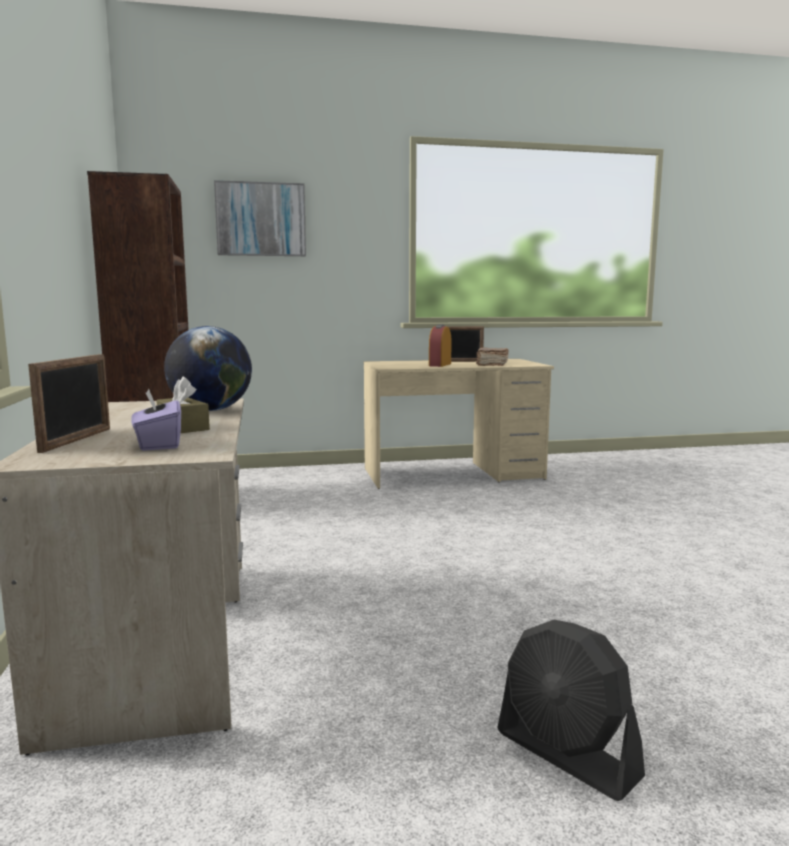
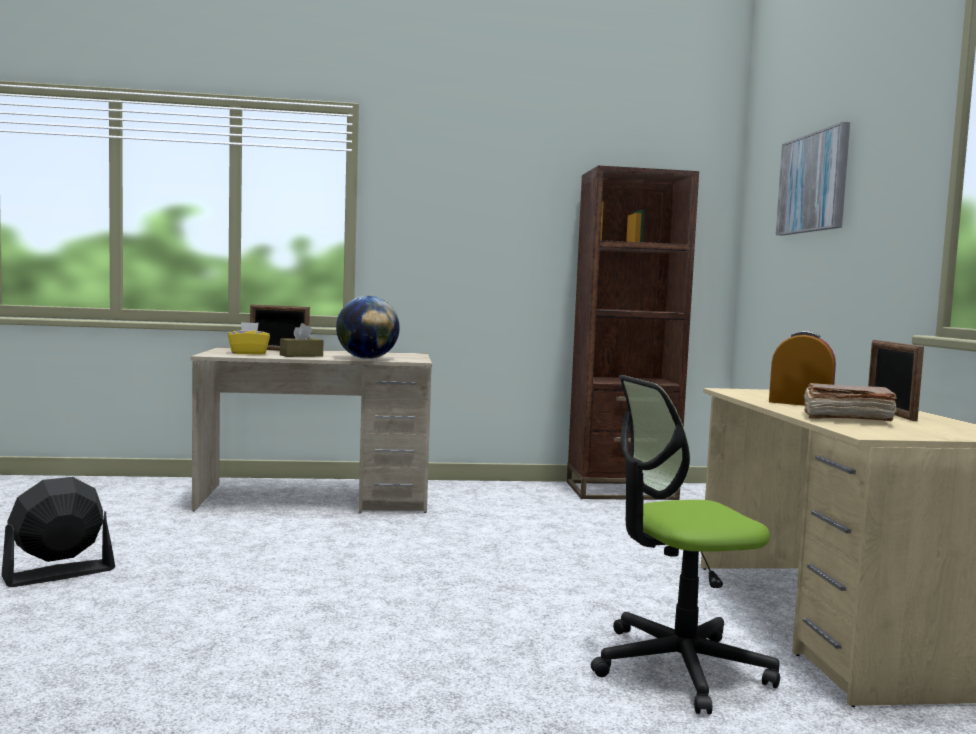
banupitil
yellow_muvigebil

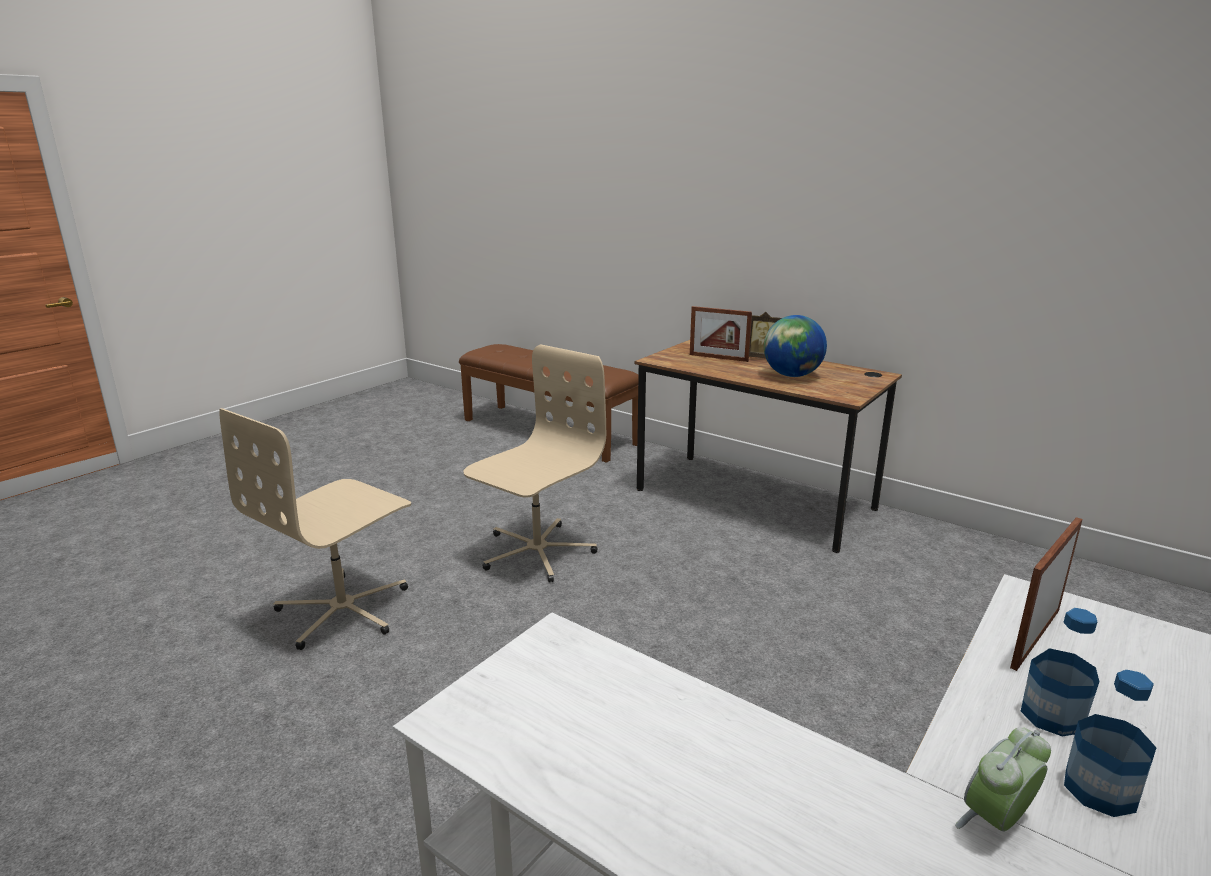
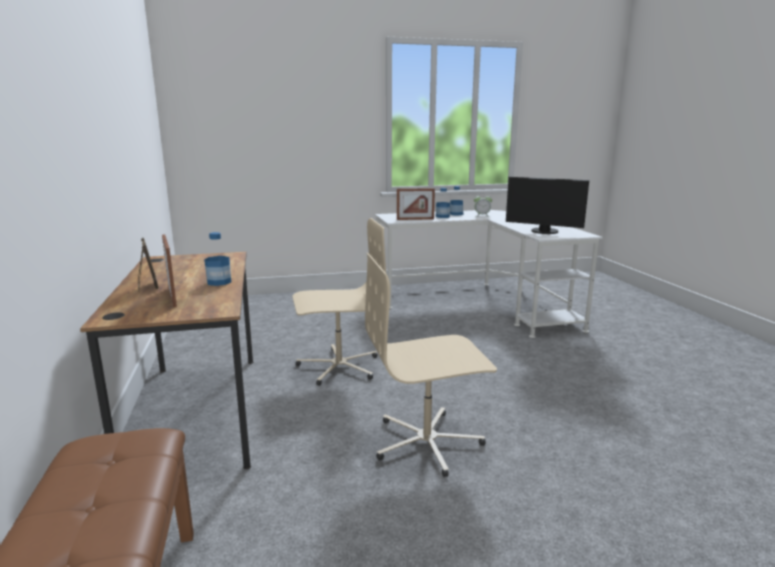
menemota
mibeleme (no. 1 from left)
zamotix
beige_banupitil (no. 1 from left)

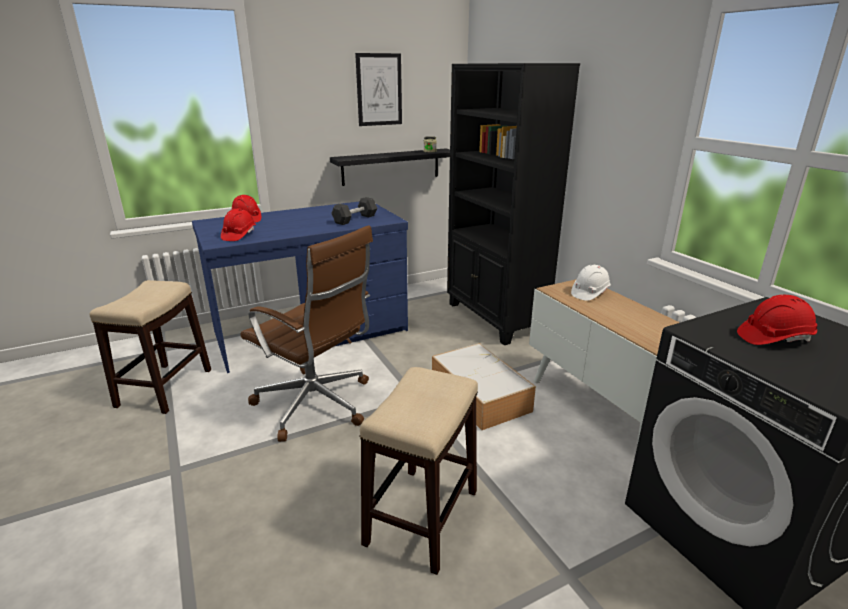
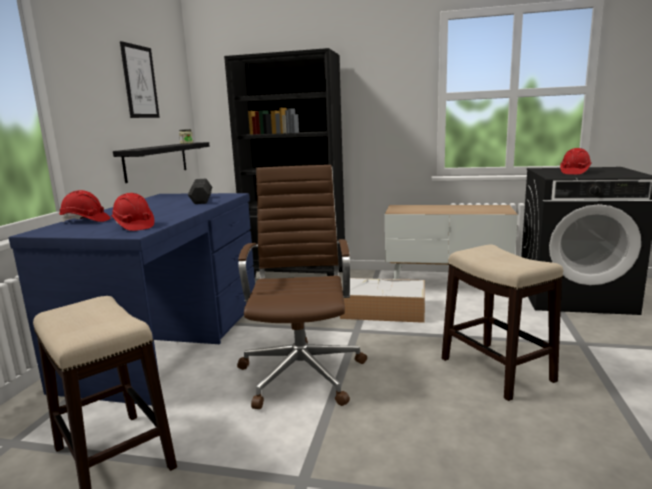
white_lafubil
brown_banupitil

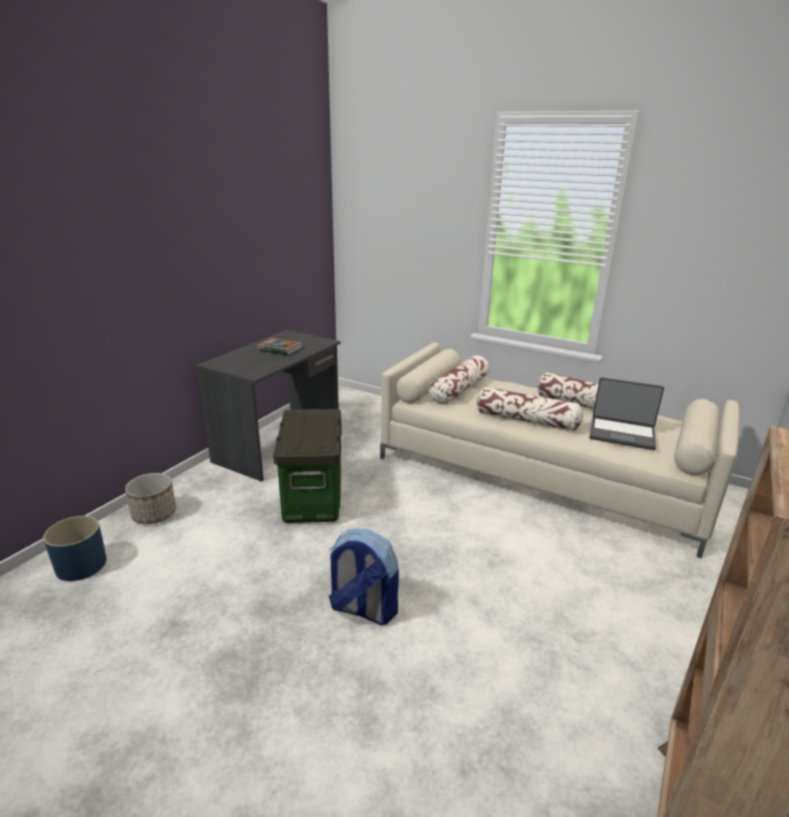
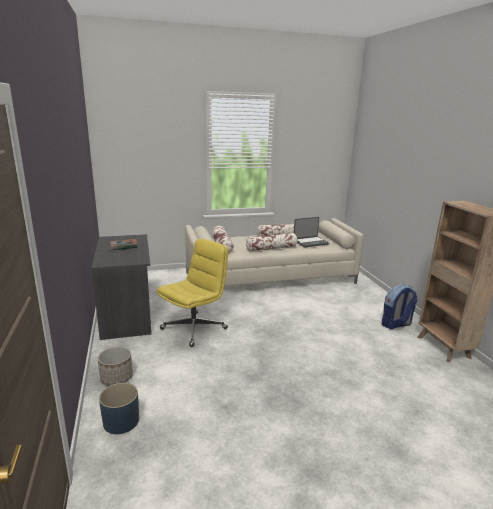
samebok
yellow_banupitil

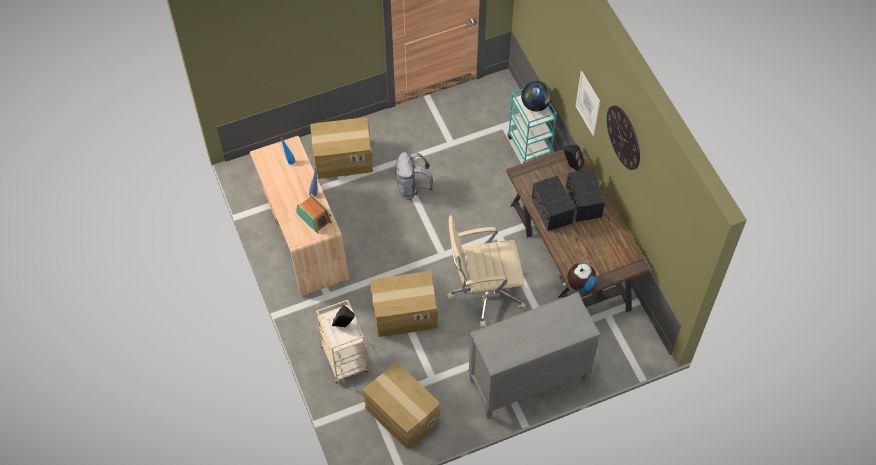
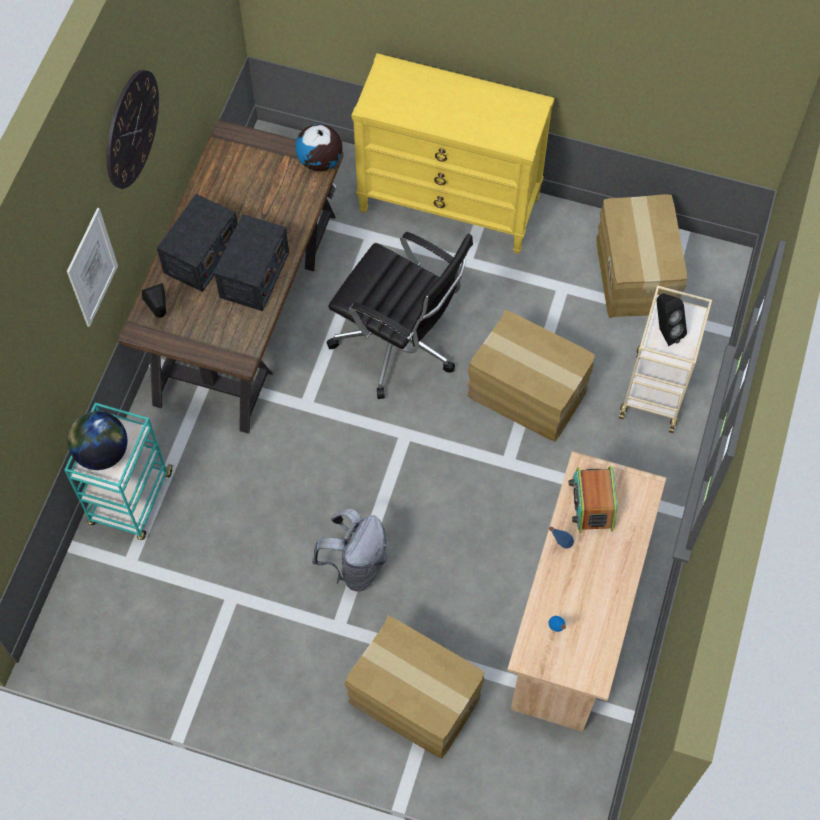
black_banupitil
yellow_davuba

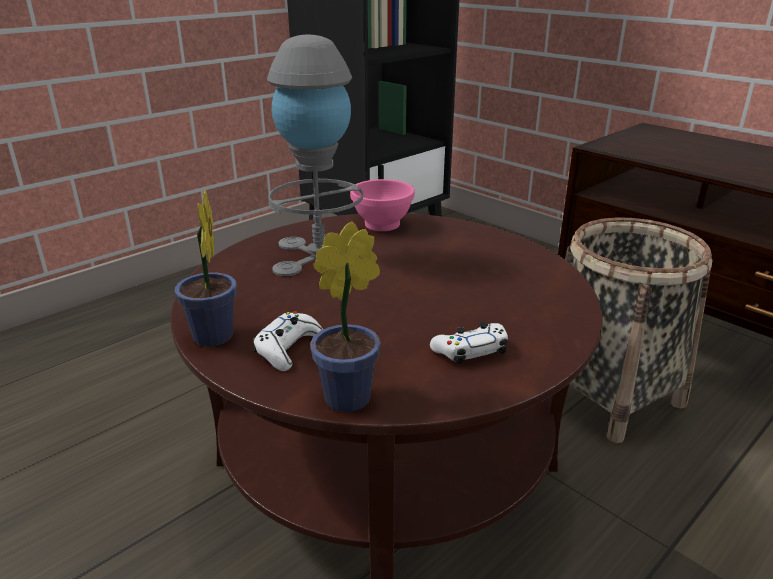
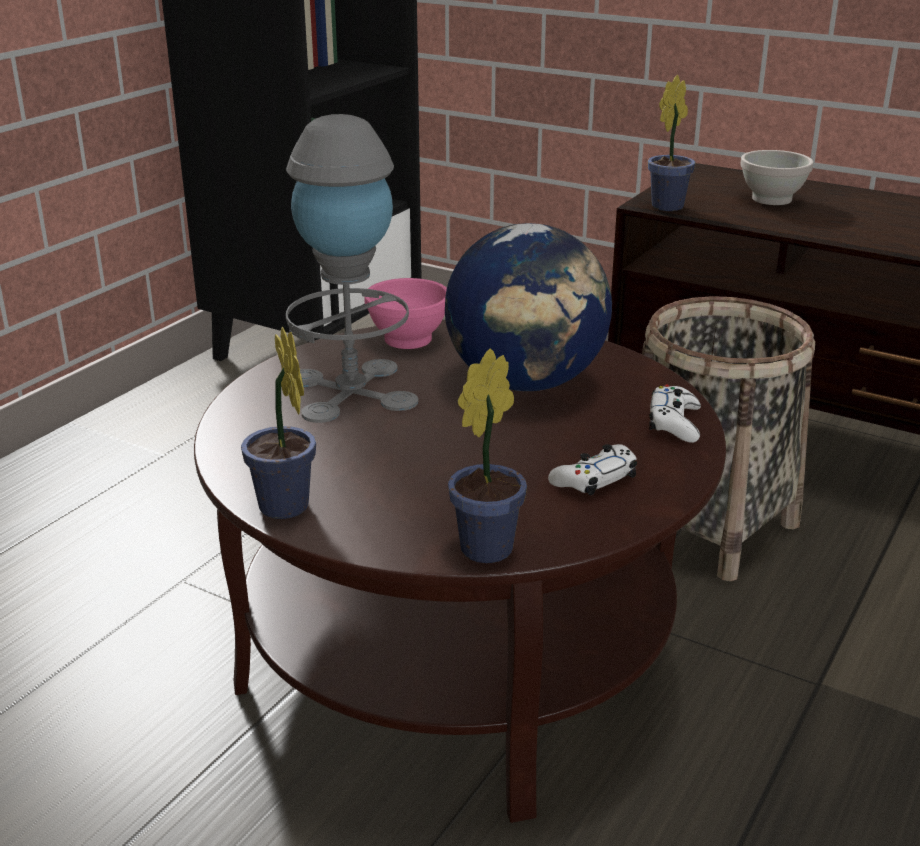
menemota
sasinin (no. 3 from left)
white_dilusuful
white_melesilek (no. 2 from left)

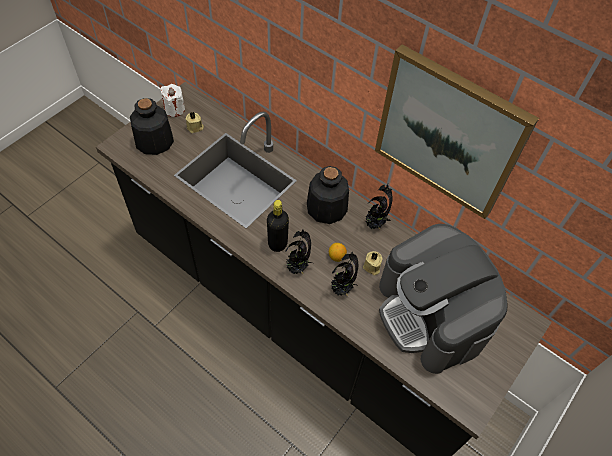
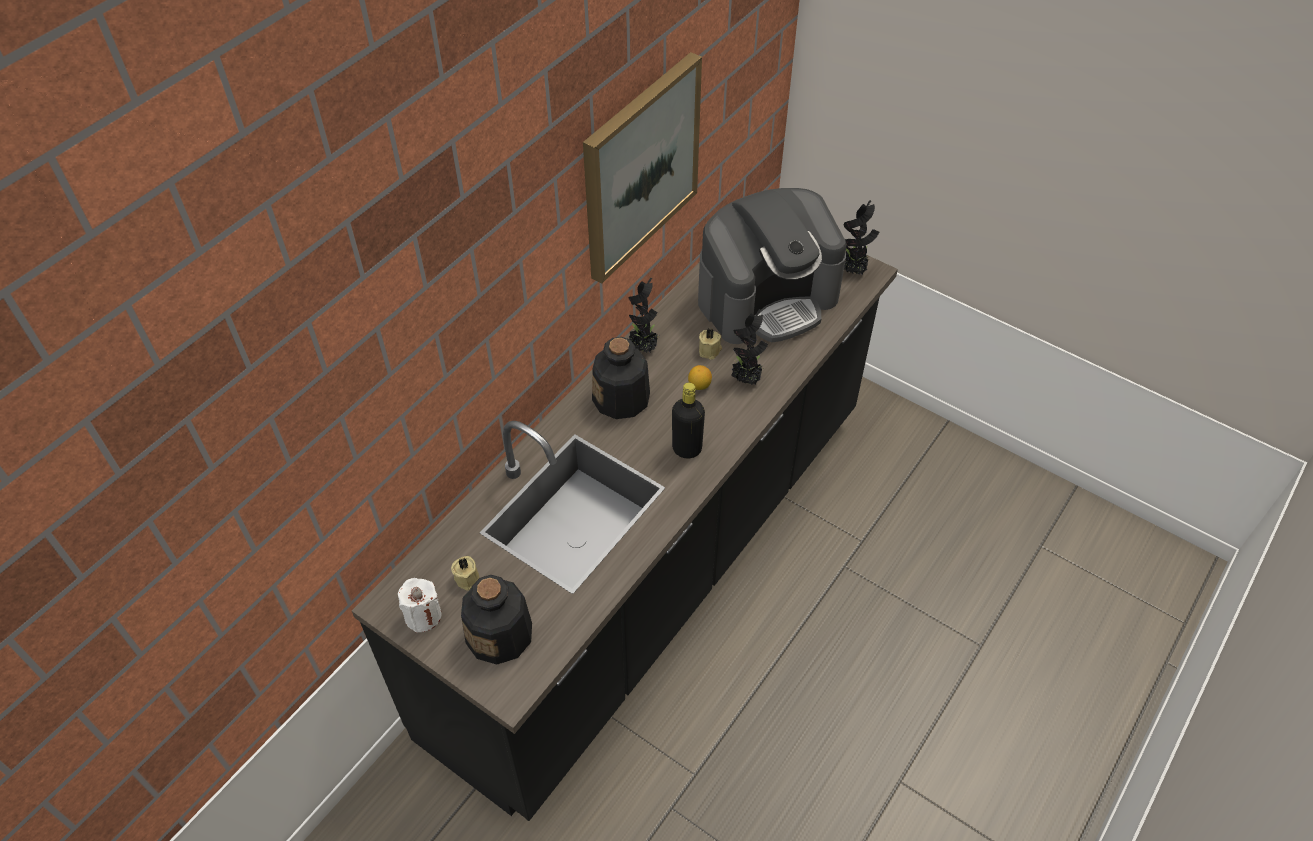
sasinin (no. 3 from left)

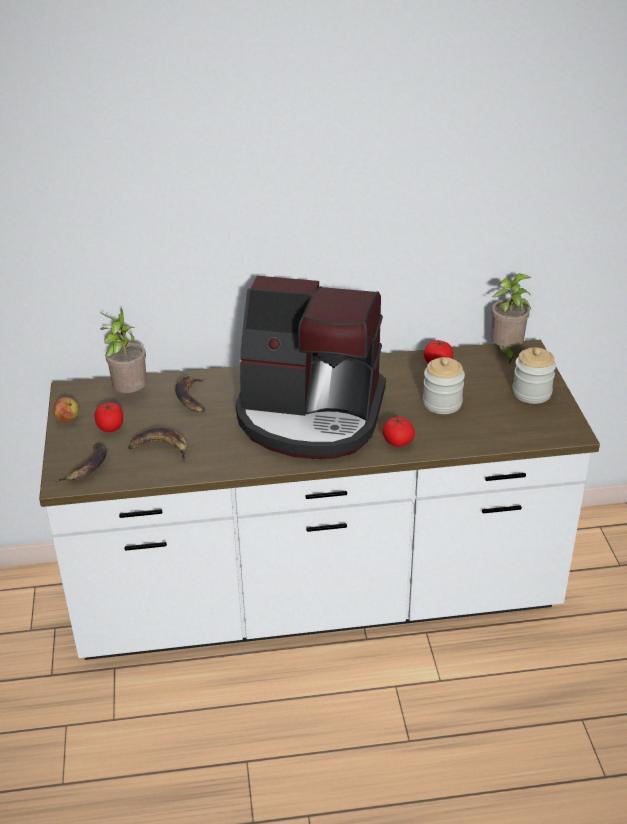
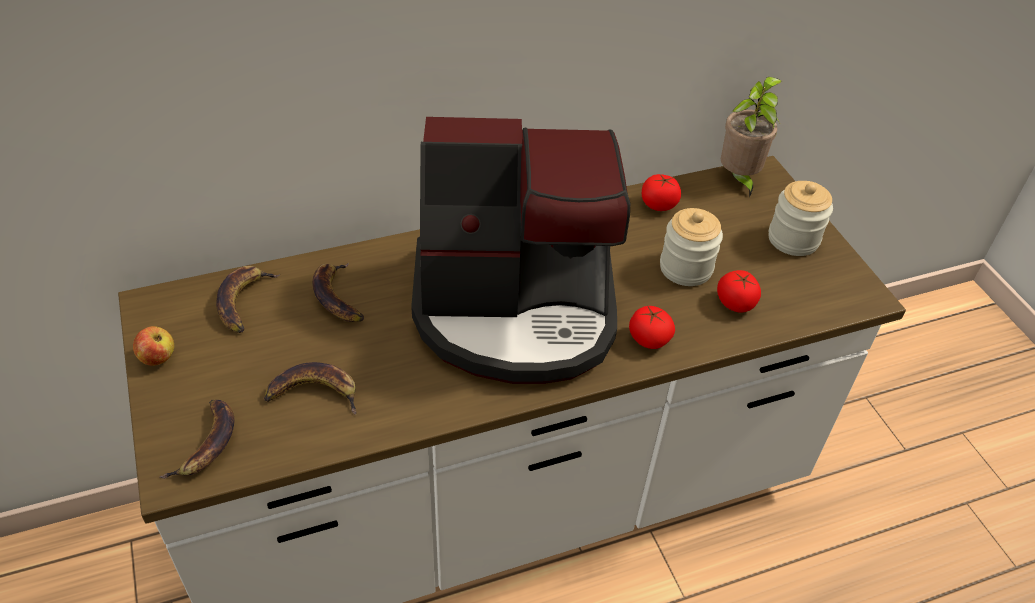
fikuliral (no. 3 from left)
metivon (no. 2 from left)

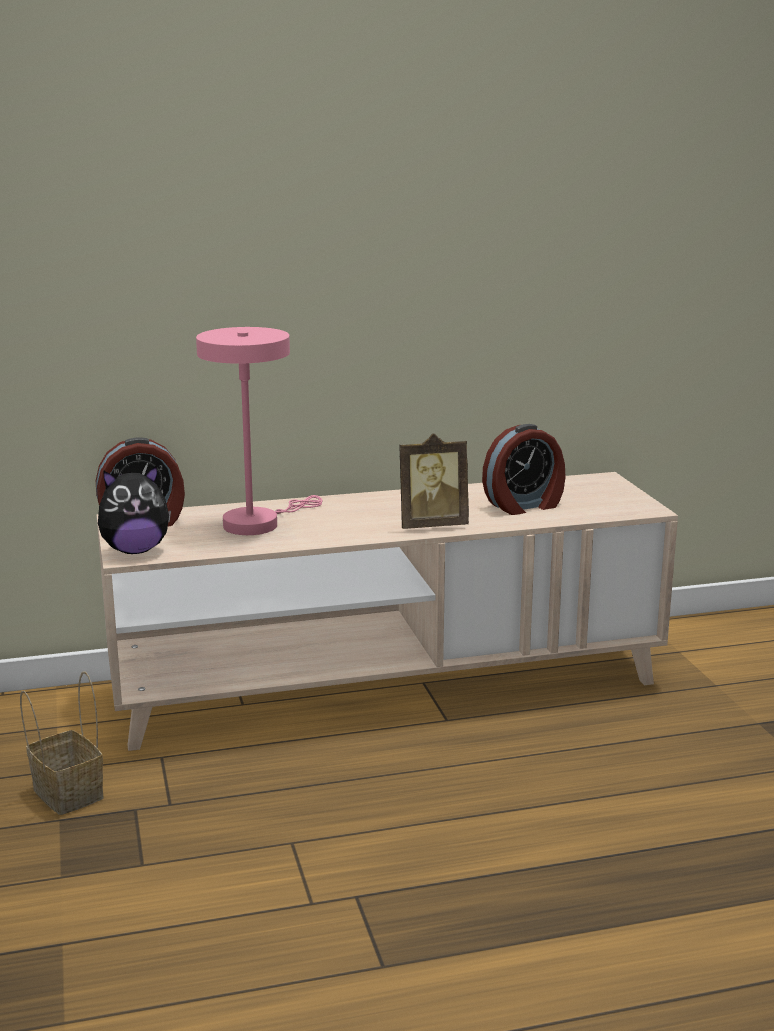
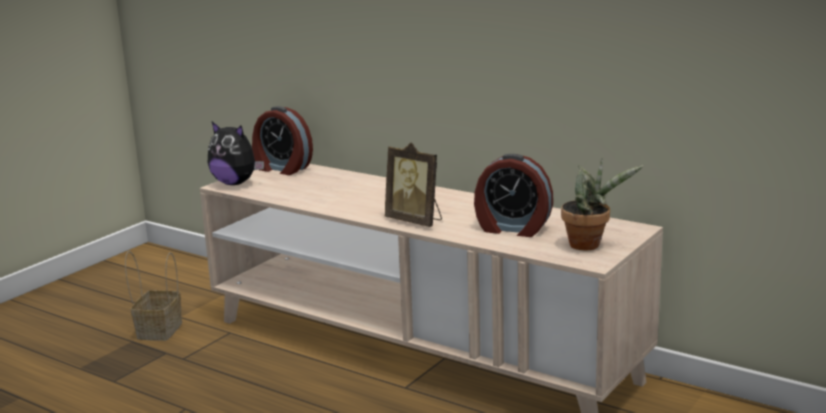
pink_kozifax
sasinin

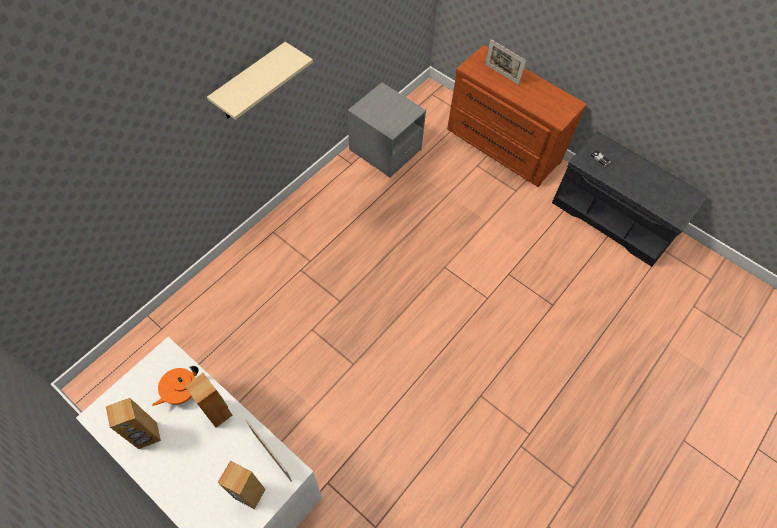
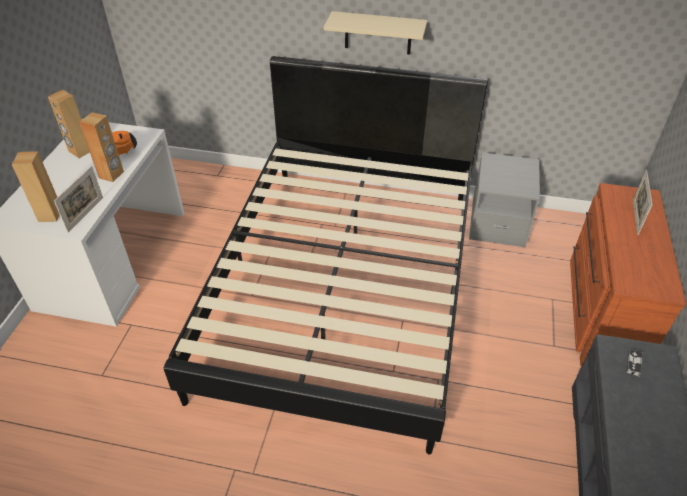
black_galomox

